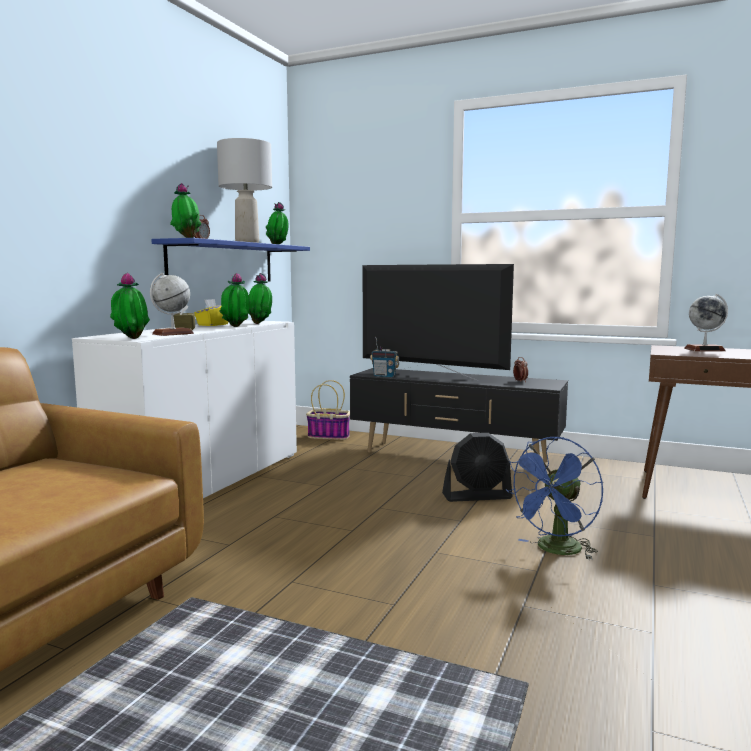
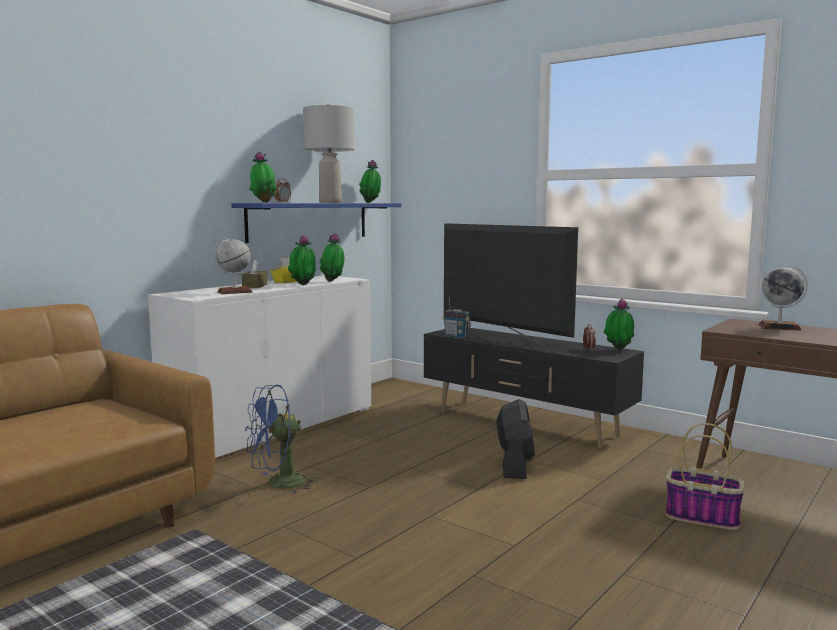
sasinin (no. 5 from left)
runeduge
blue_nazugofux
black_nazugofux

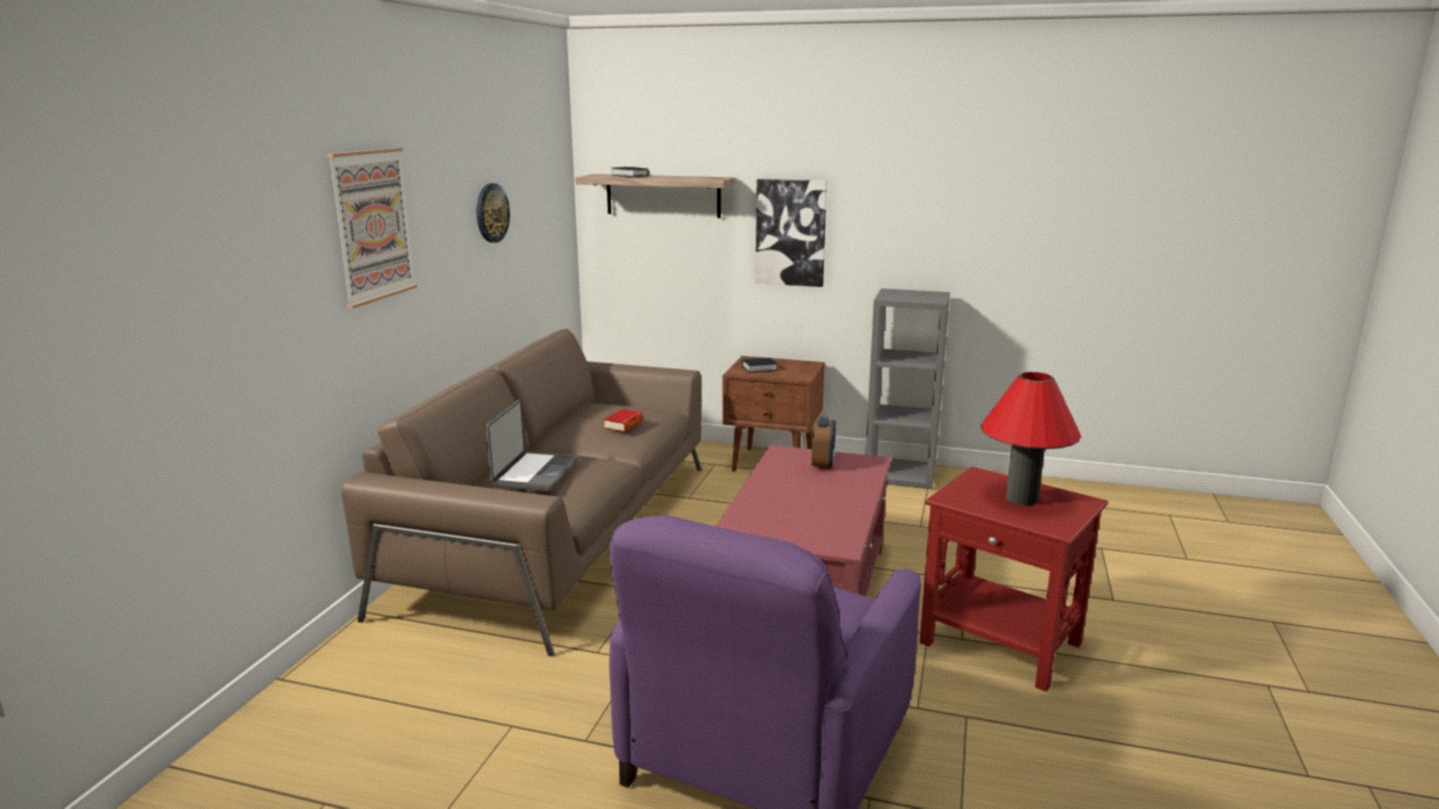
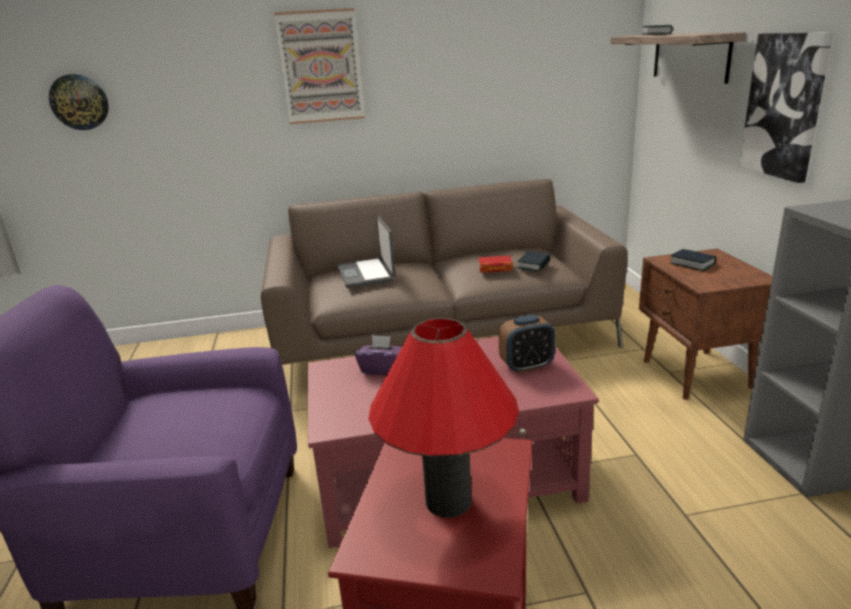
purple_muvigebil
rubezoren (no. 2 from left)
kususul
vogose

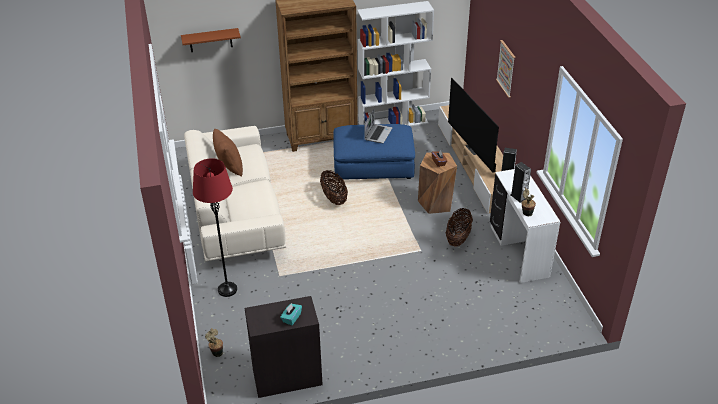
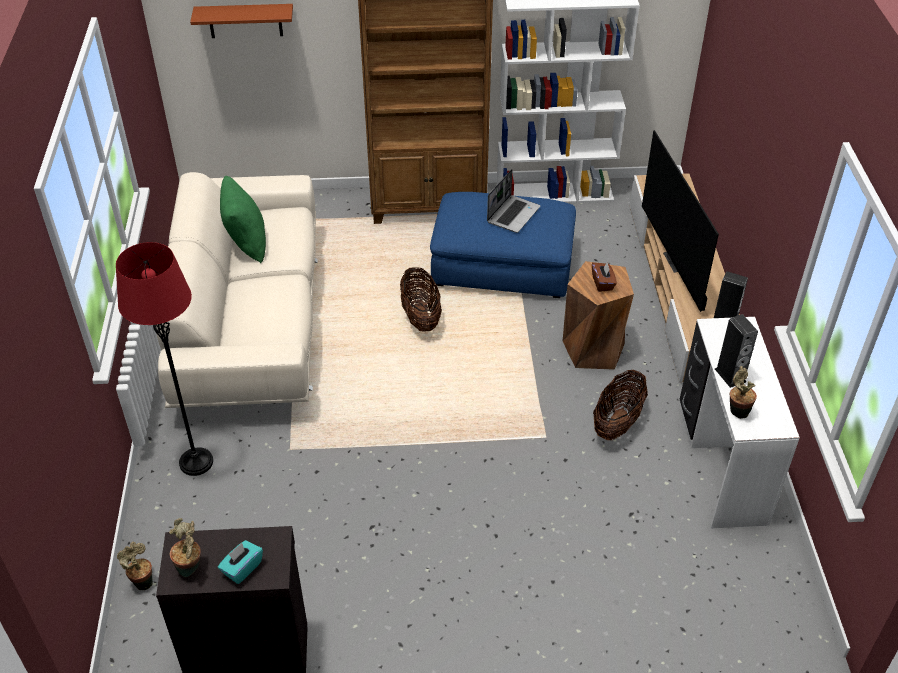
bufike
sasinin (no. 2 from left)
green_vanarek

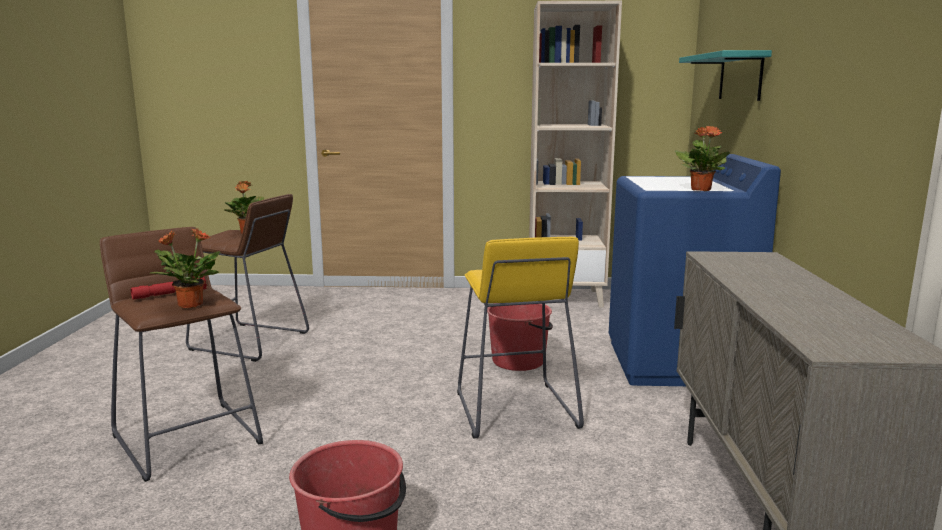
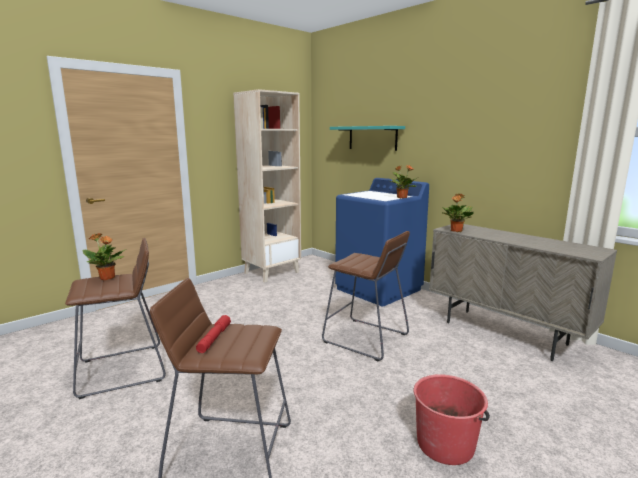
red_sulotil (no. 2 from left in the first image)
sasinin (no. 3 from left)
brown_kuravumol (no. 3 from left)

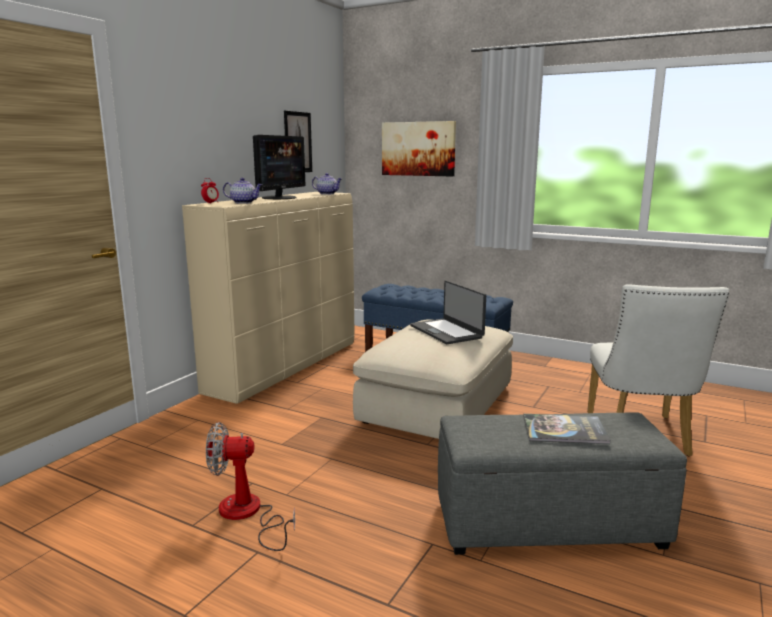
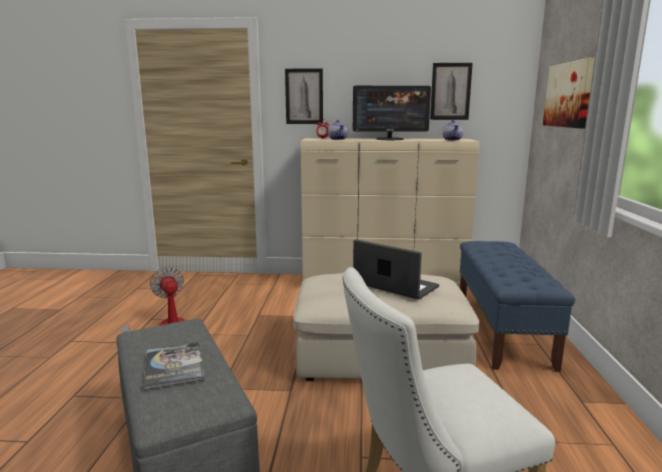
bufike (no. 1 from left)
vogose

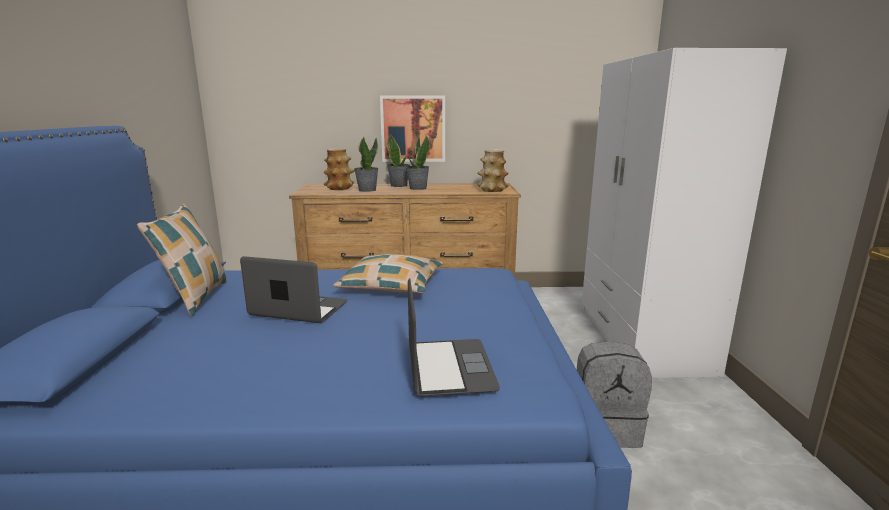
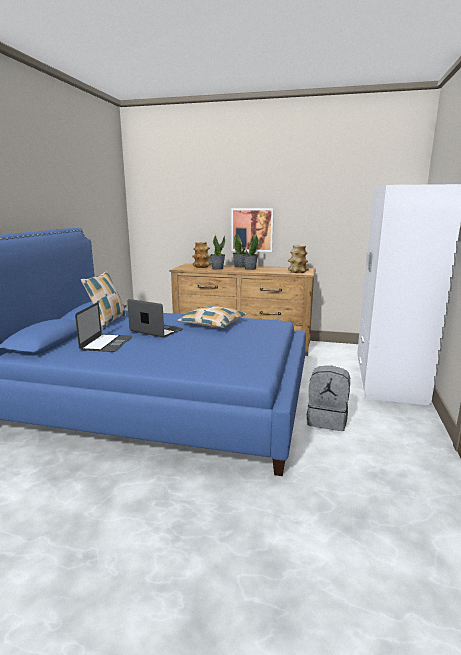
vogose (no. 1 from left)

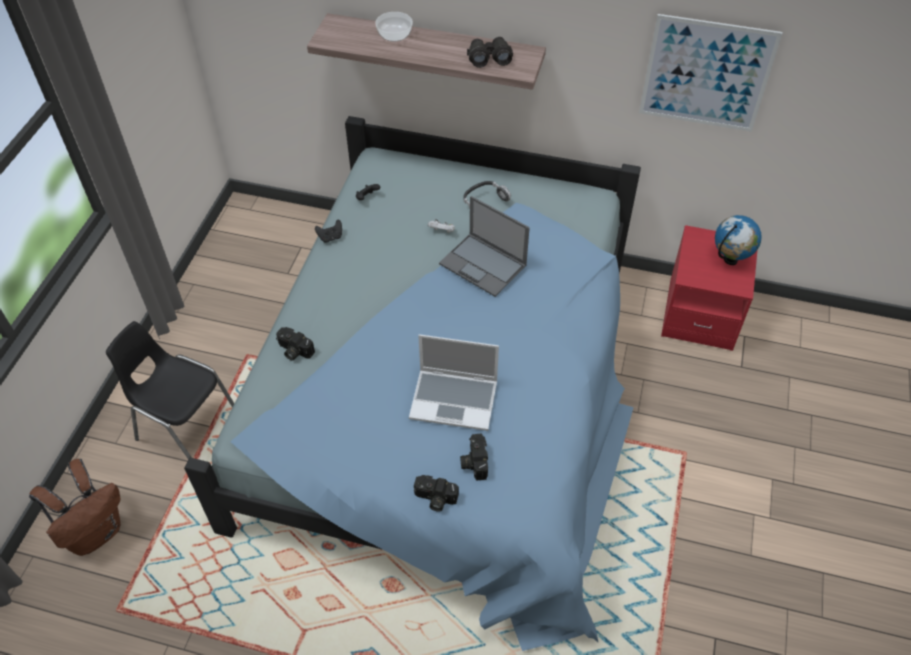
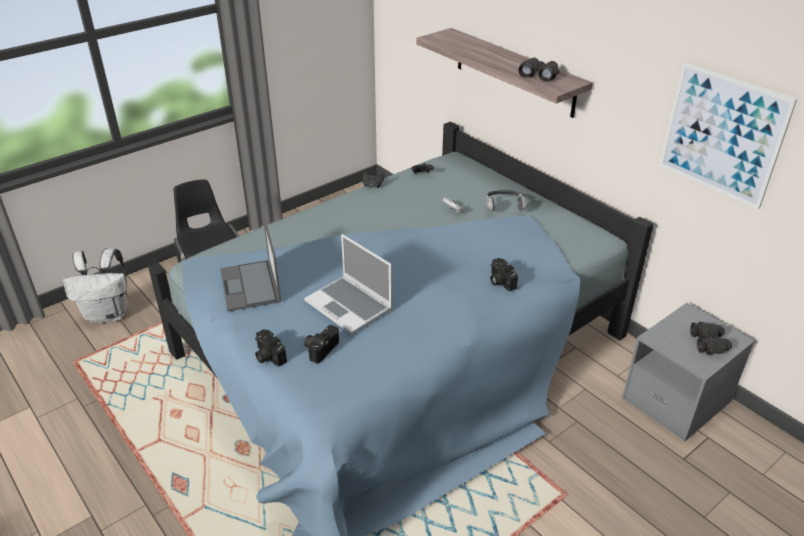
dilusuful
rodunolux (no. 3 from left)
vogose (no. 1 from left)
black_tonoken (no. 2 from left)
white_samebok
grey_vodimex

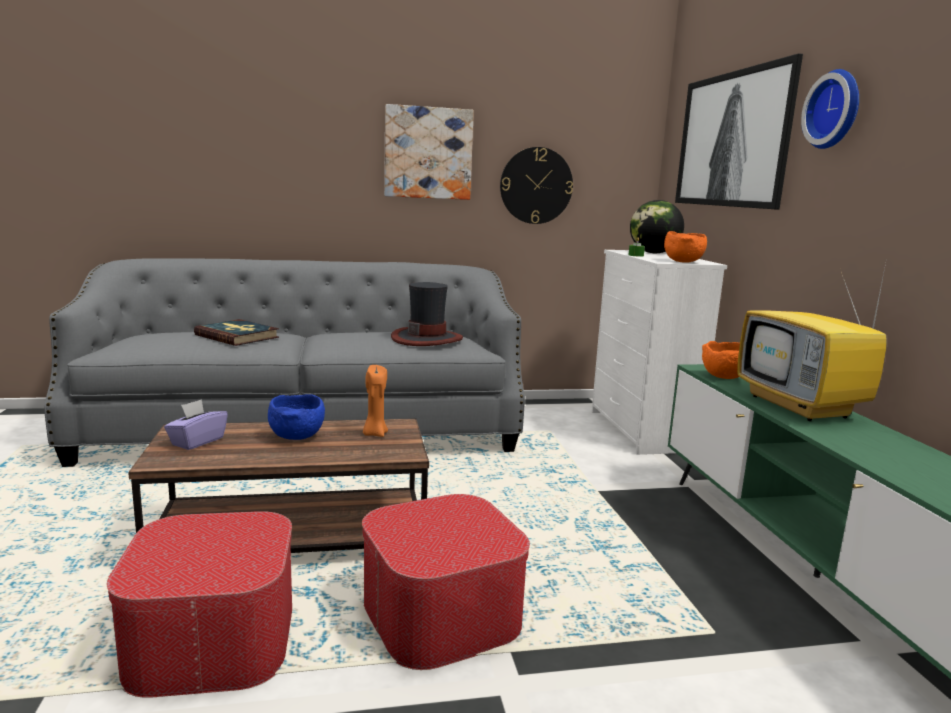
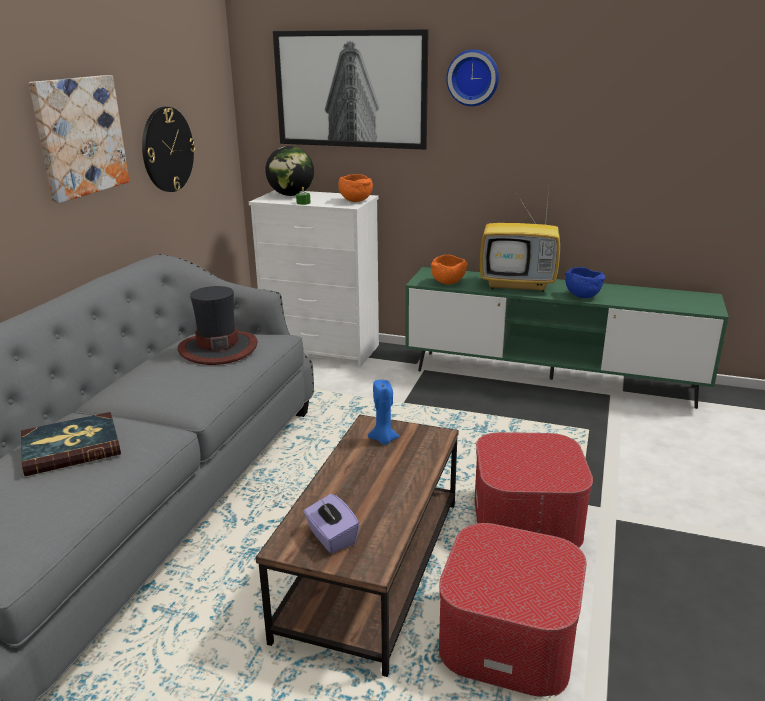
blue_dilusuful
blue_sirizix

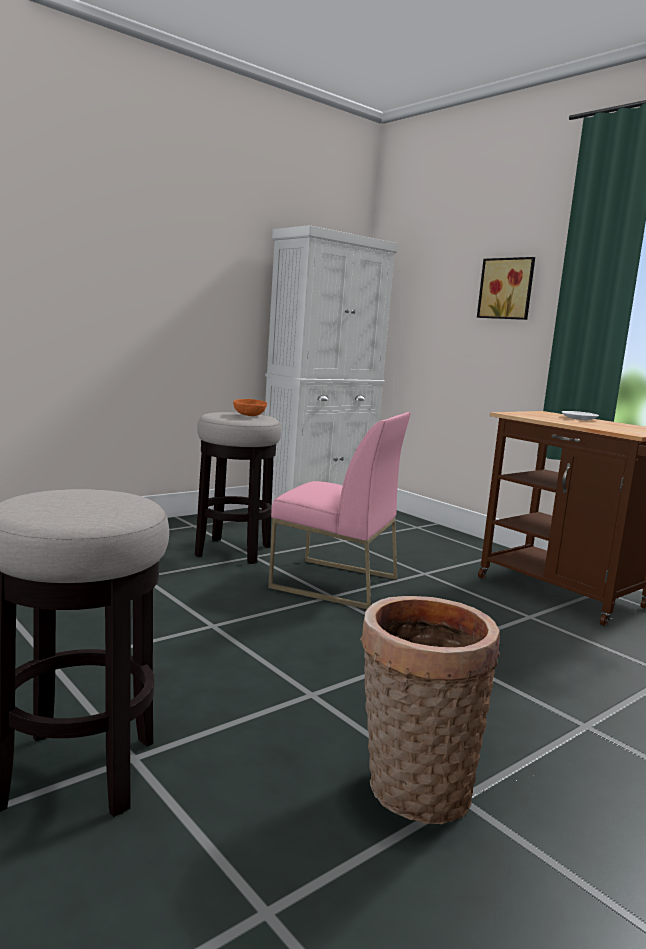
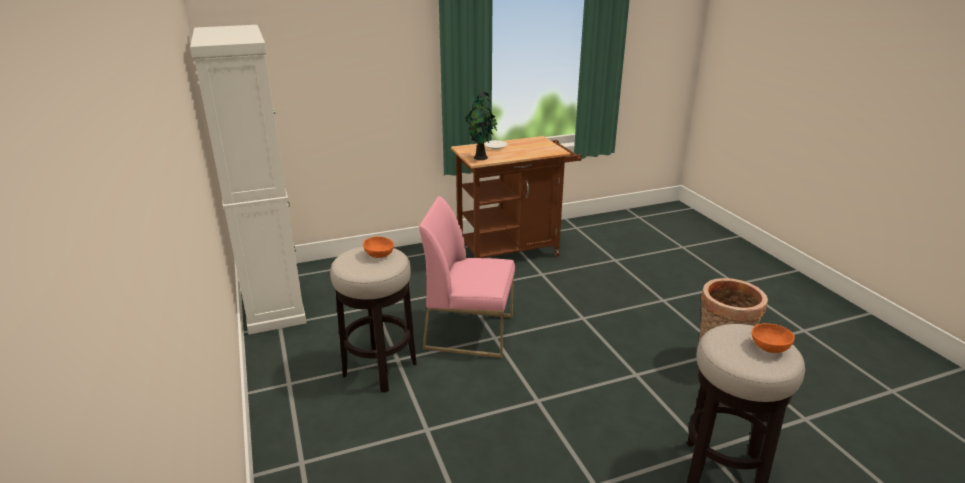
bufike
sasinin
orange_dilusuful (no. 2 from left)
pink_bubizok

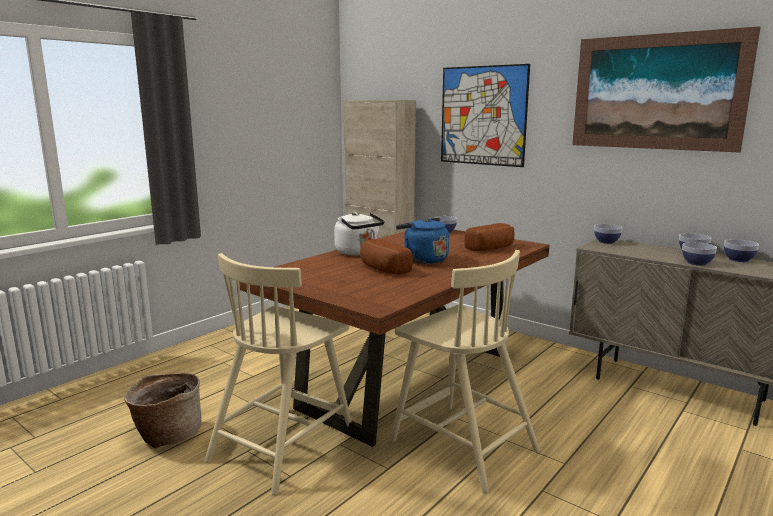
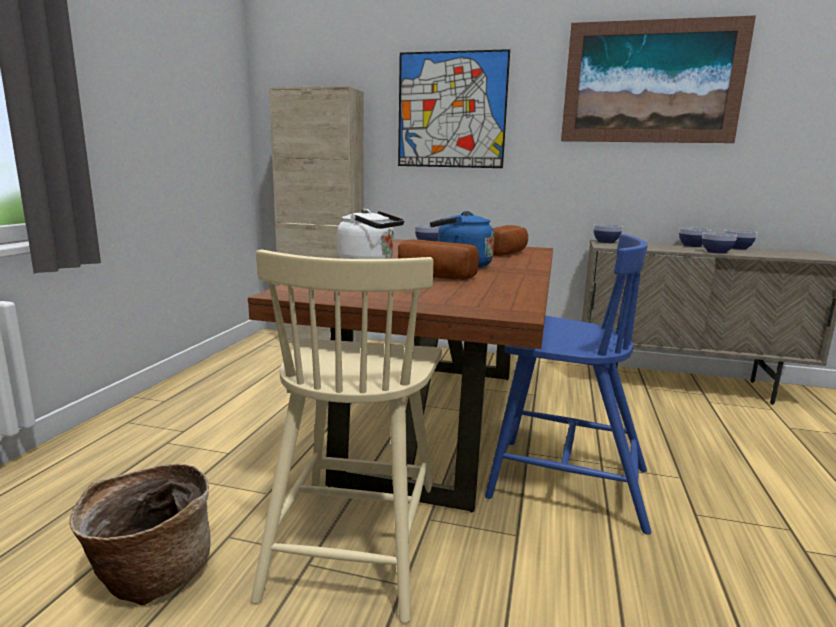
blue_bubizok

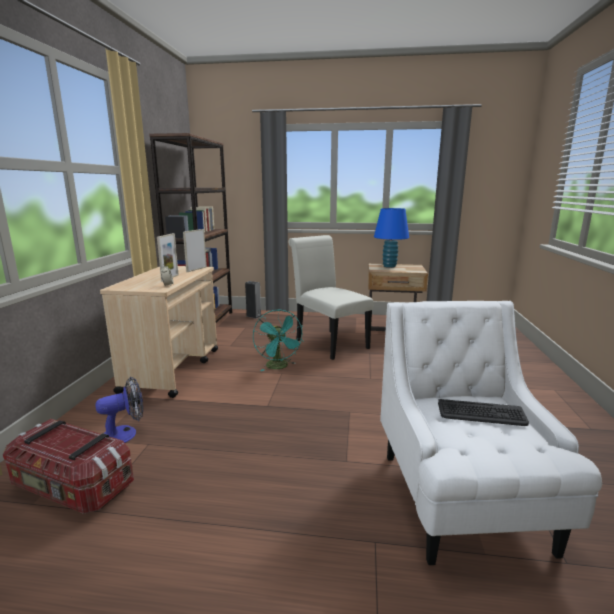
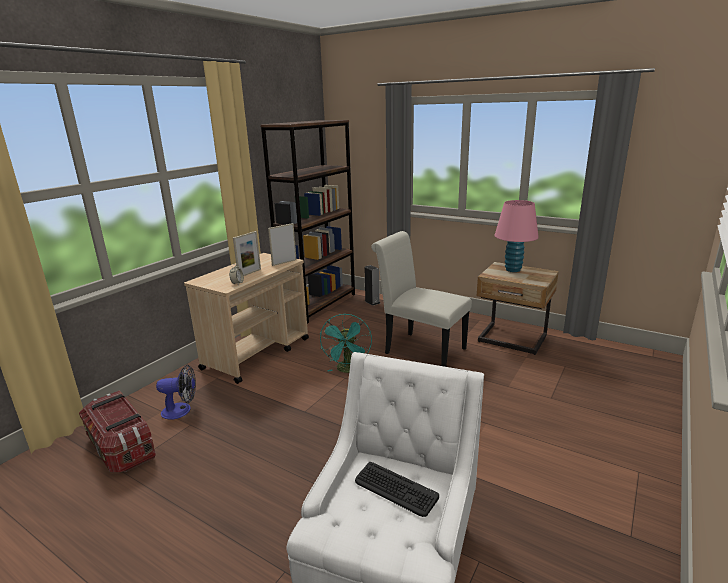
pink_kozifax
white_bubizok

